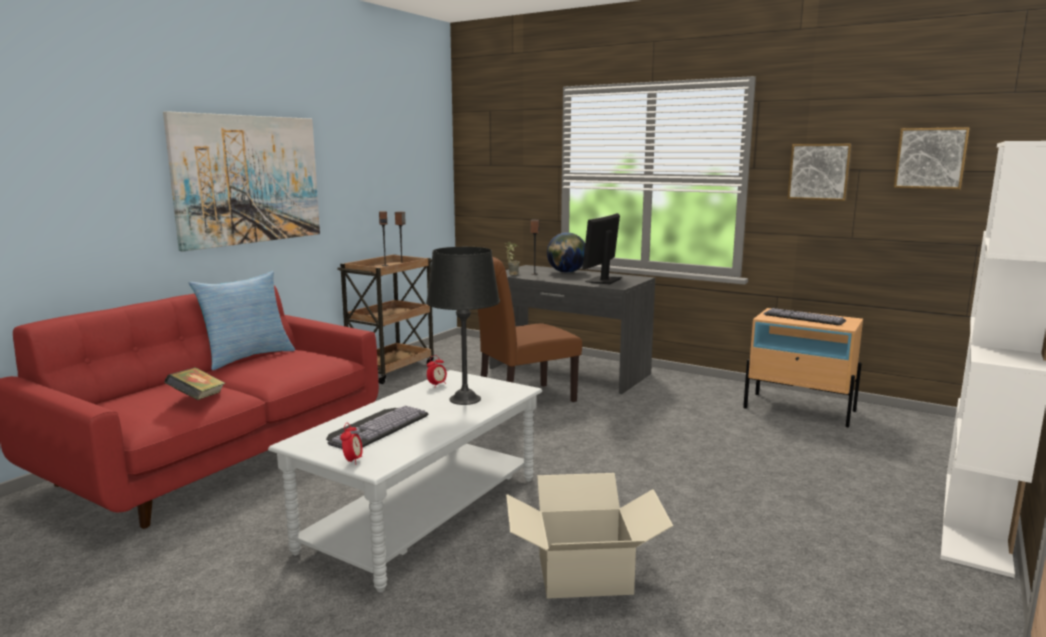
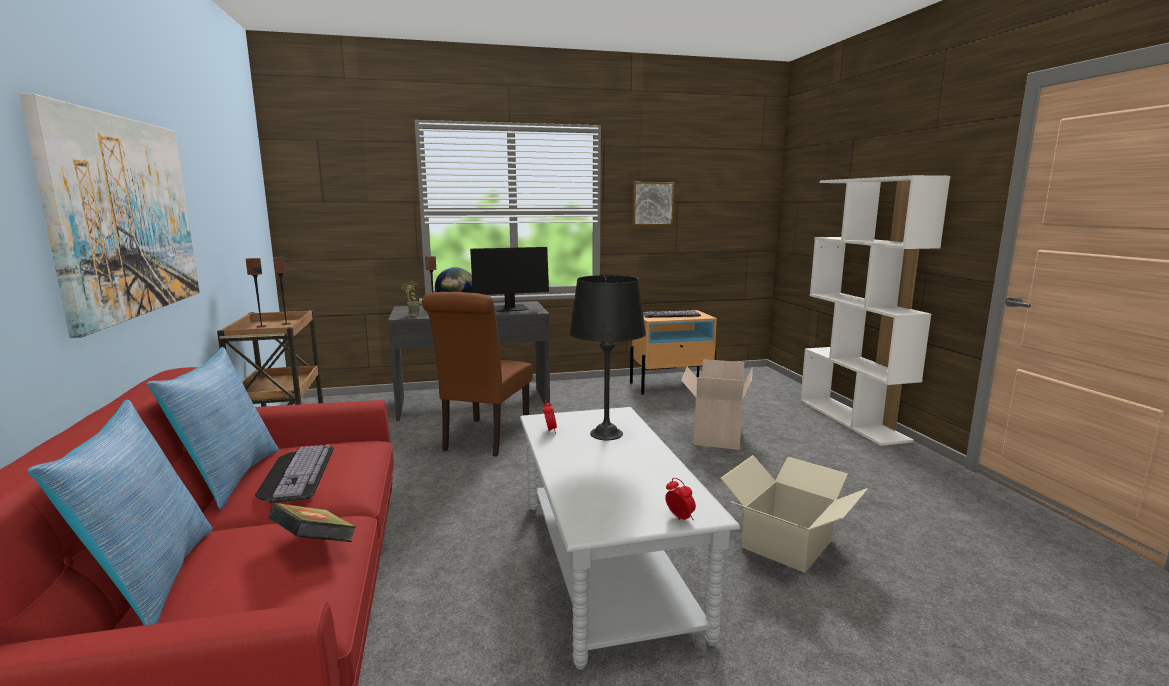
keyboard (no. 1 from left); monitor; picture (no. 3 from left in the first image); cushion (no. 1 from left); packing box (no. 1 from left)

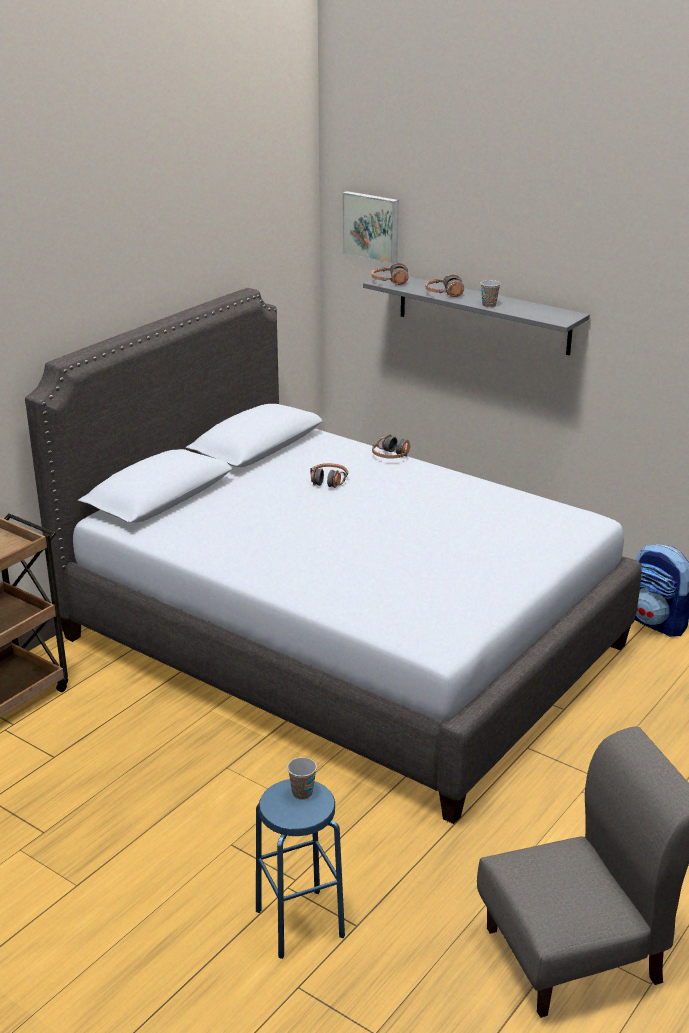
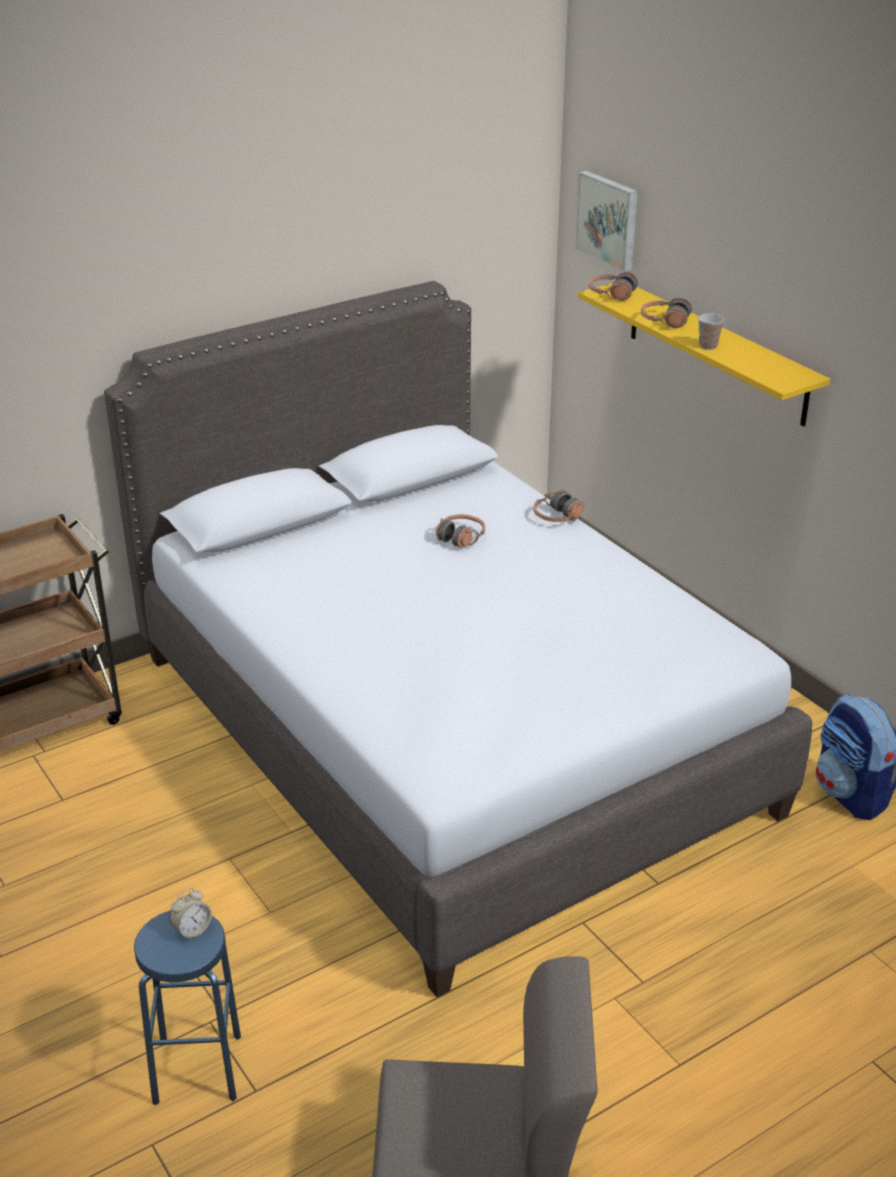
alarm clock; yellowish wall shelf

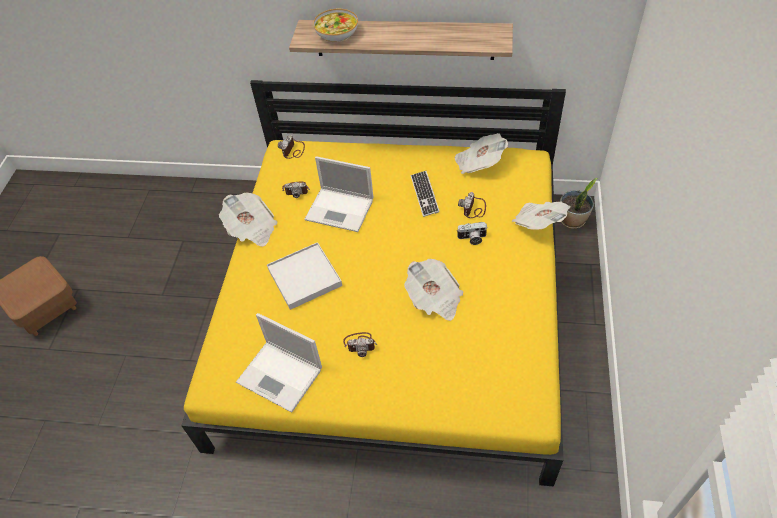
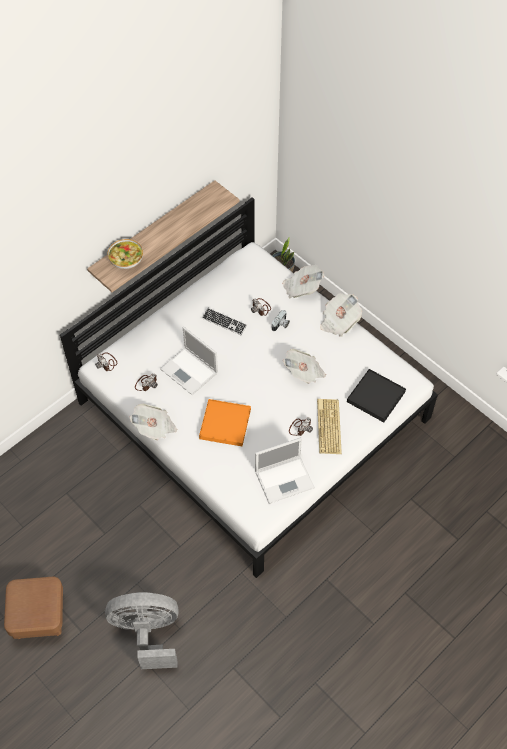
whitish bed; orangey carrying tray; notebook computer (no. 1 from left); newspaper (no. 4 from left); greyish electric fan; keyboard (no. 2 from left); blackish carrying tray

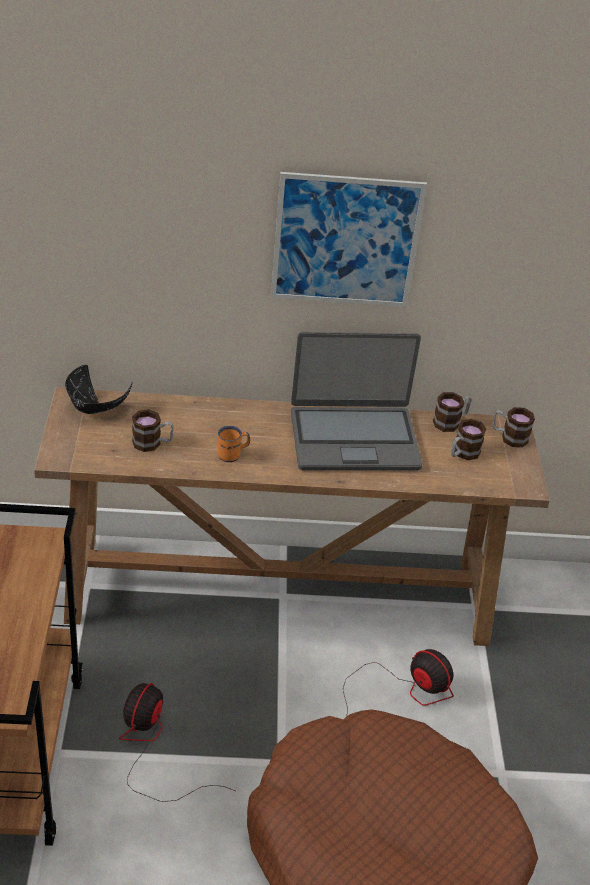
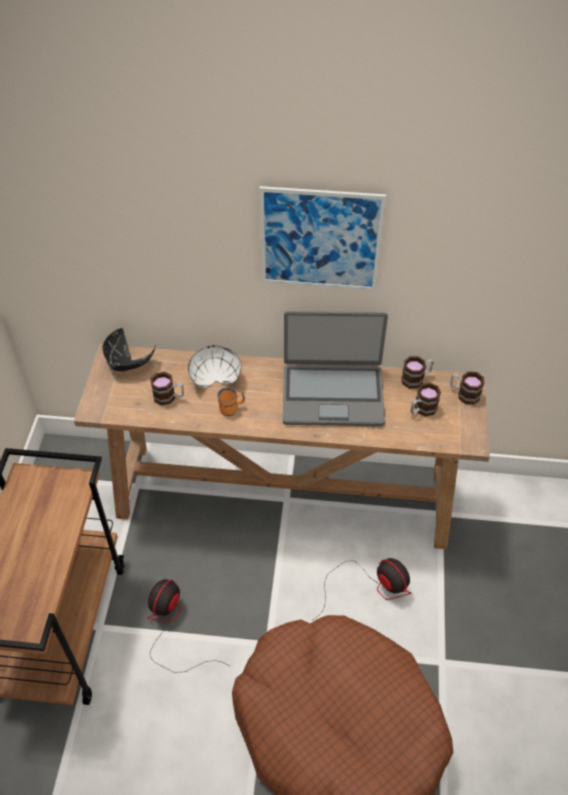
whitish serving bowl

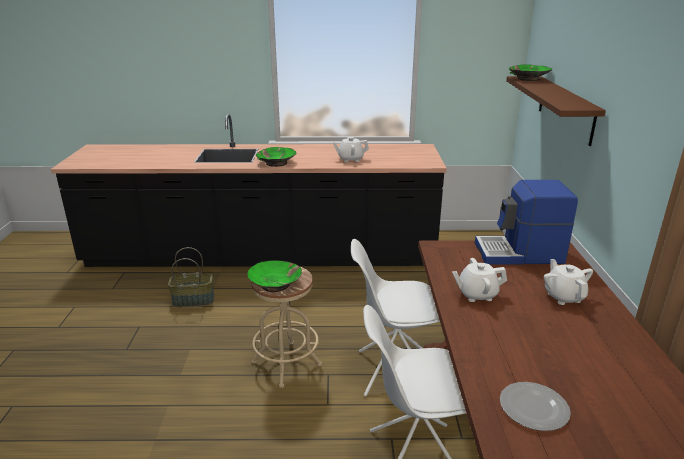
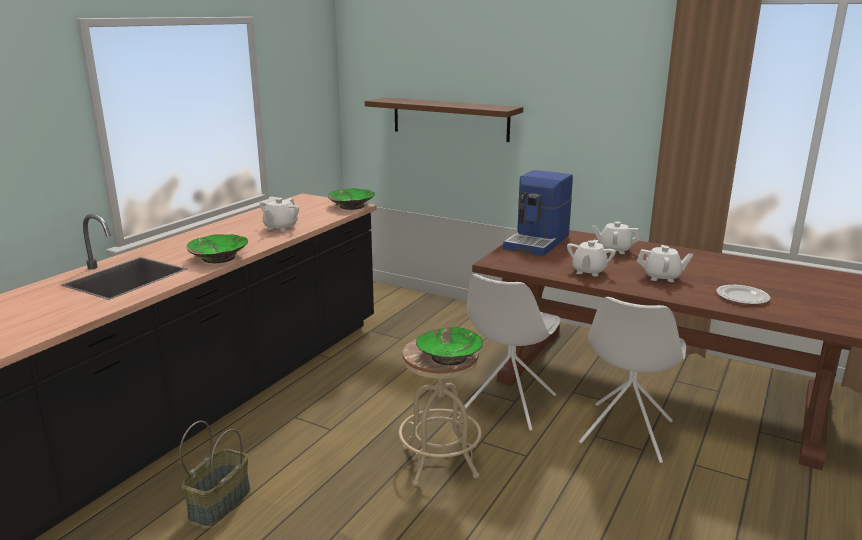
green-coloured serving bowl (no. 2 from left); whitish tea pot (no. 4 from left)

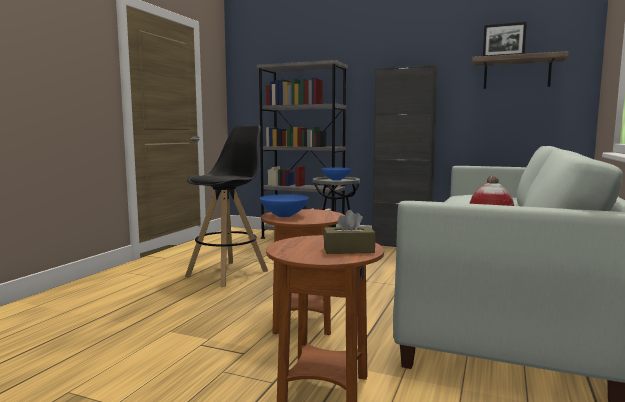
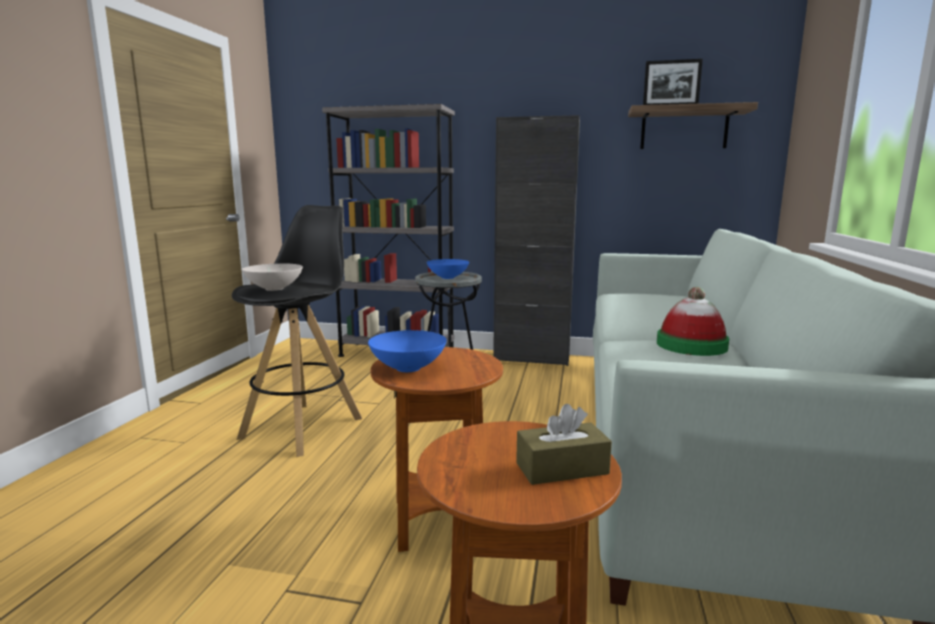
whitish serving bowl

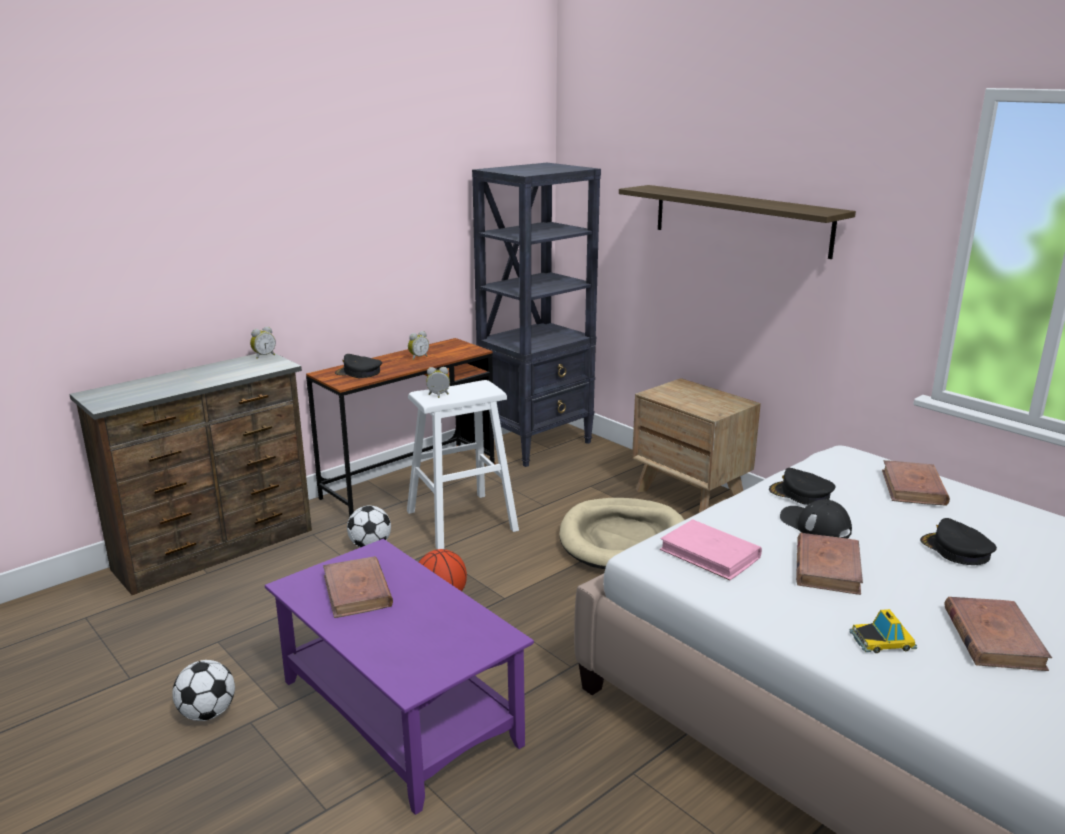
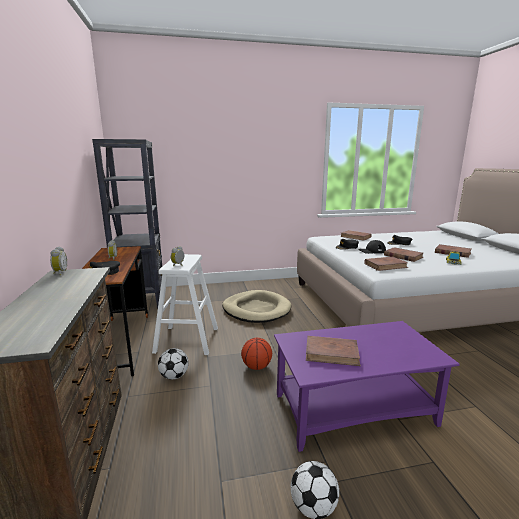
wall shelf; brown-coloured night table; brown-coloured volume (no. 3 from left)

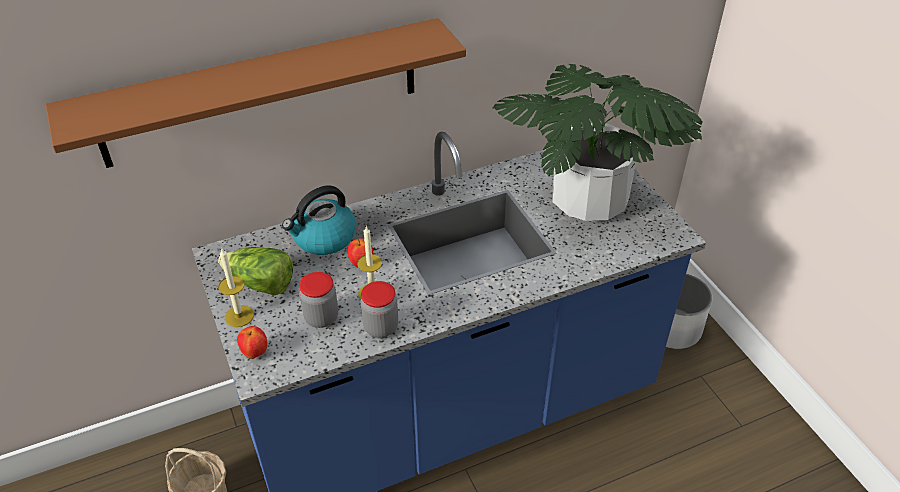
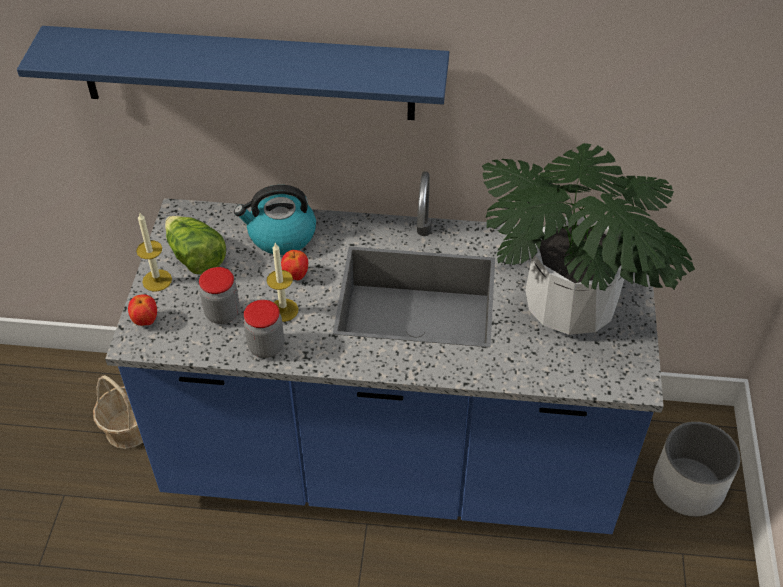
blue-coloured wall shelf

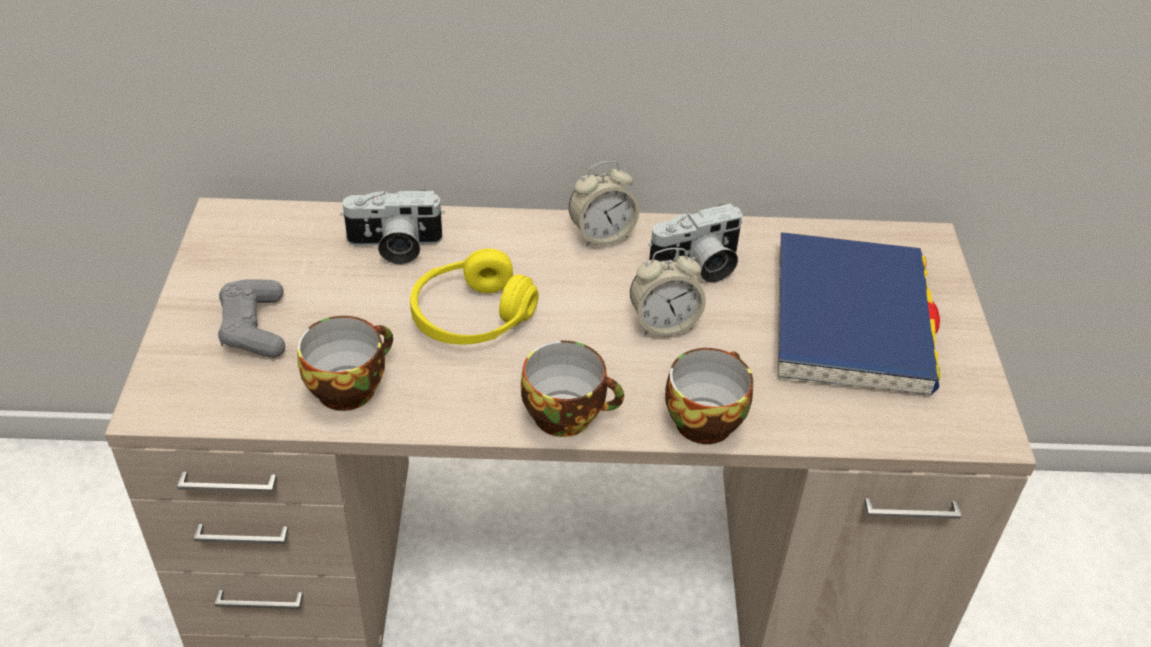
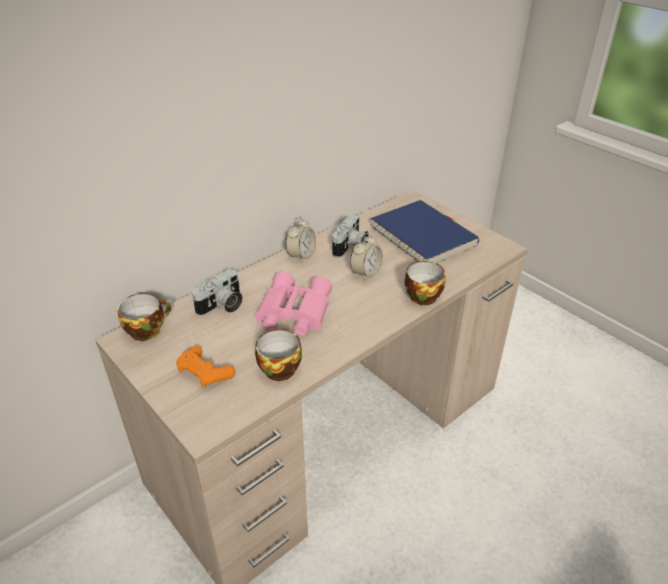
orangey joypad; pink-coloured field glasses; small cup (no. 1 from left)

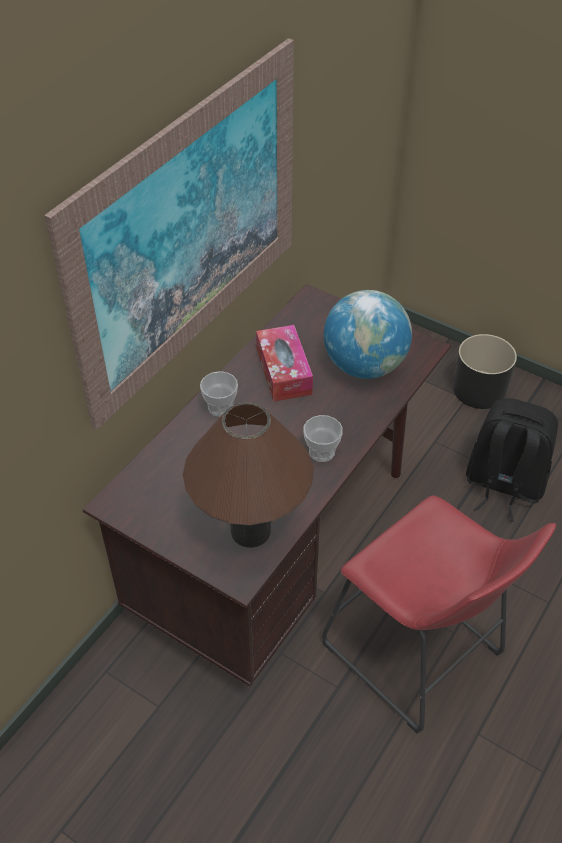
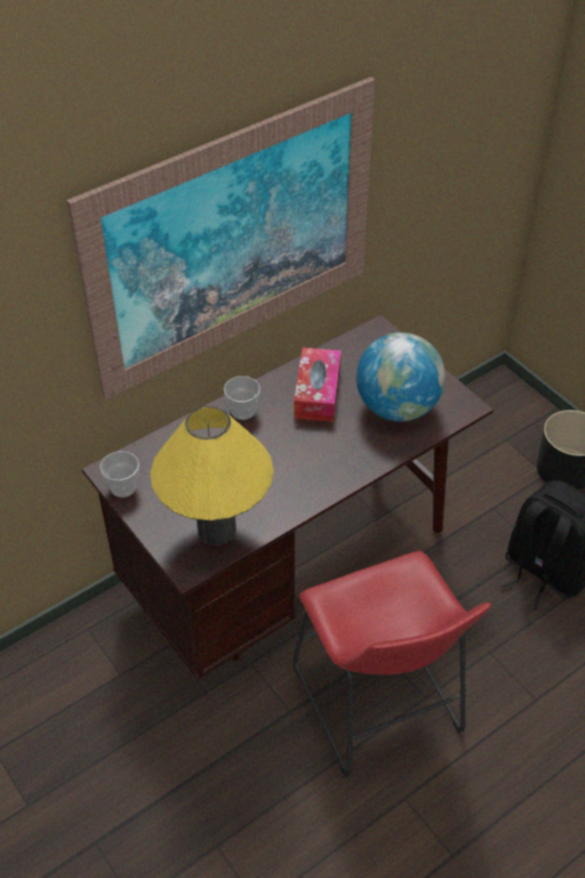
yellowish lamp for a table; small cup (no. 1 from left)

